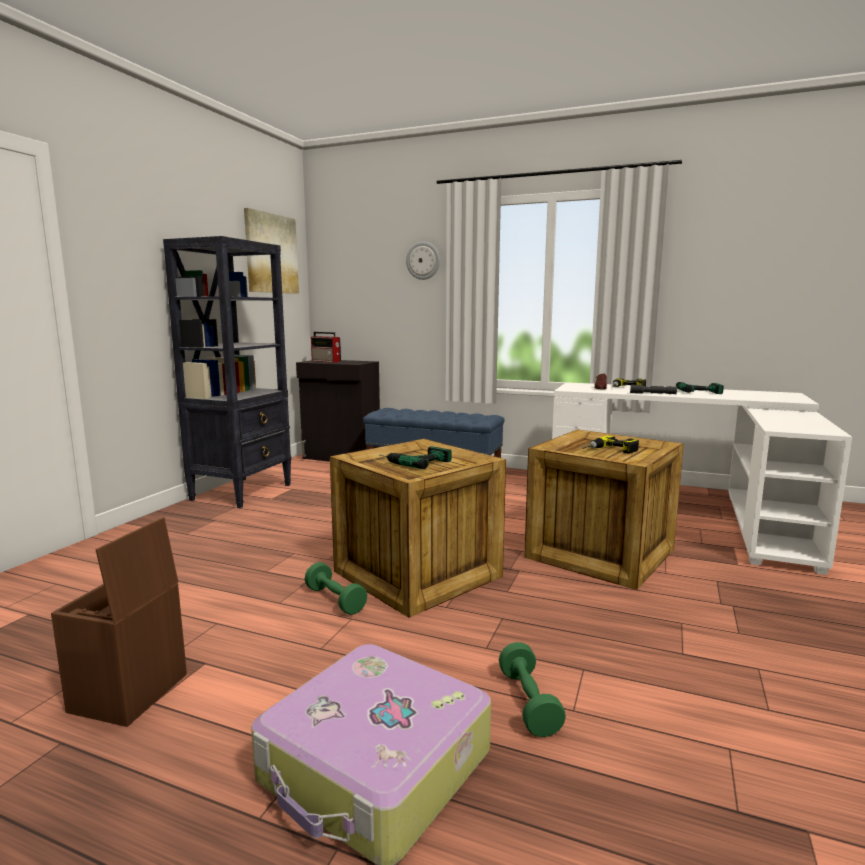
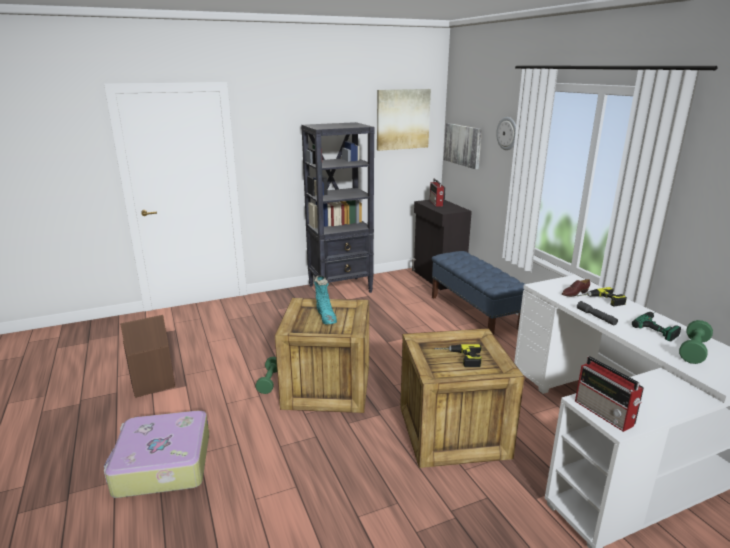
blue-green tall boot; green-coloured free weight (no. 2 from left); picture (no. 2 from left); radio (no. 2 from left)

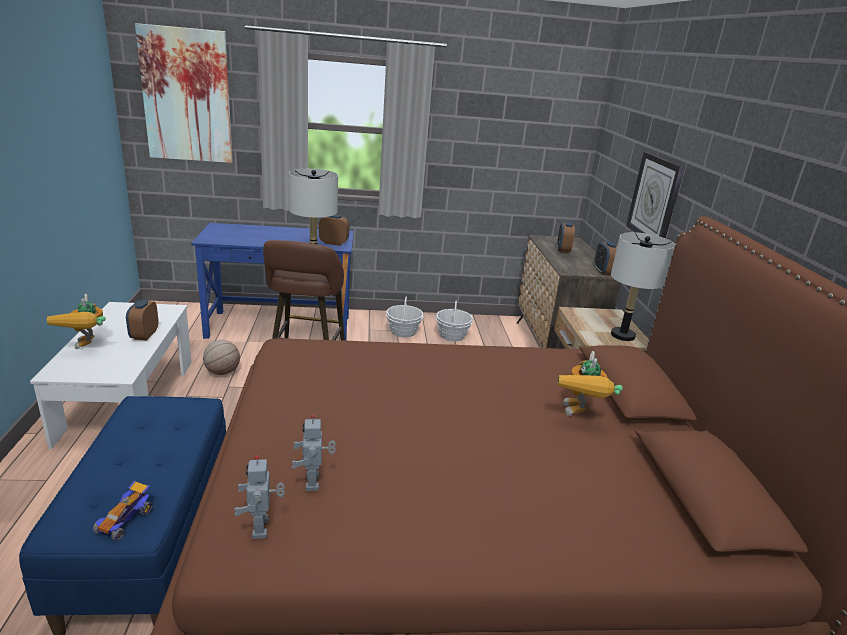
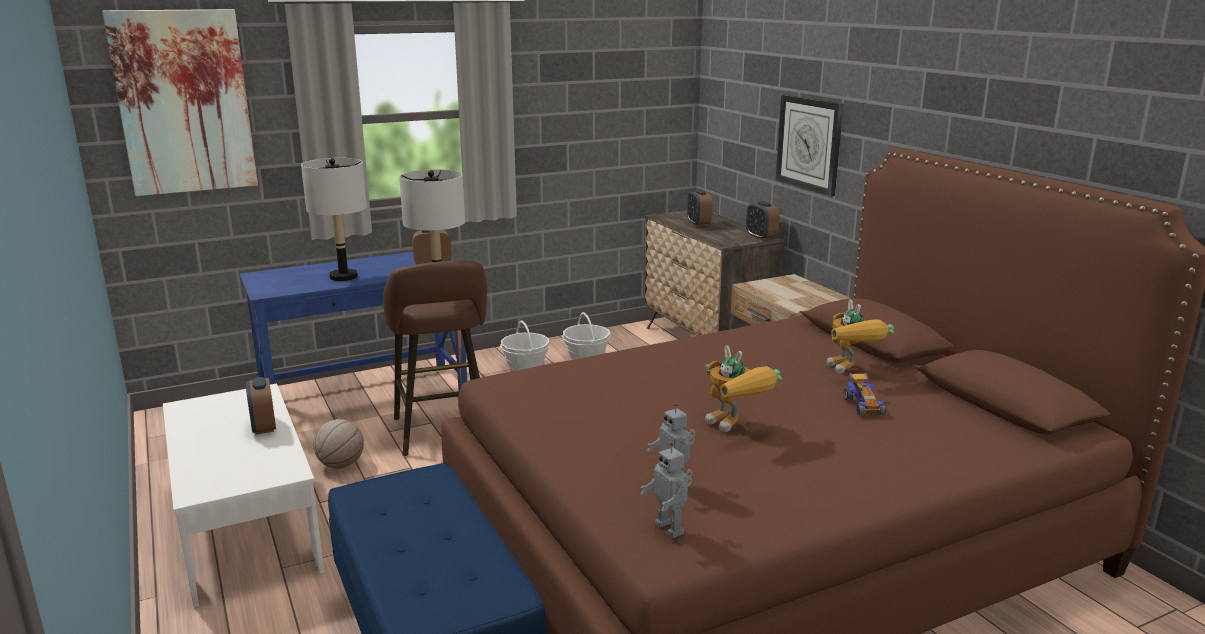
model robot (no. 3 from left); miniature car; greyish lamp for a table (no. 1 from left)

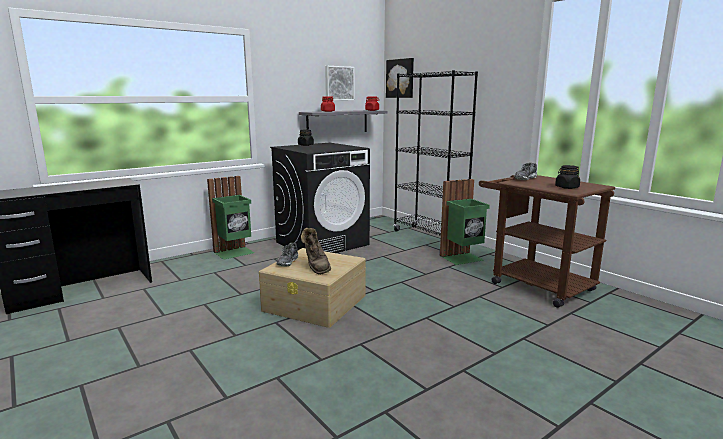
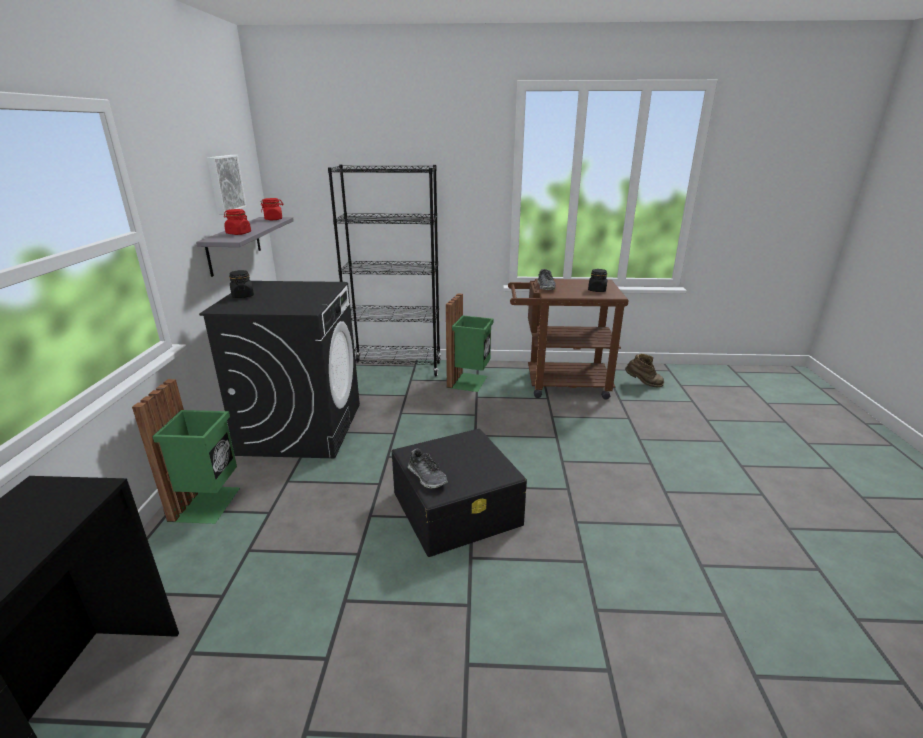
blackish storage box; brown-coloured tall boot; picture (no. 2 from left in the first image)

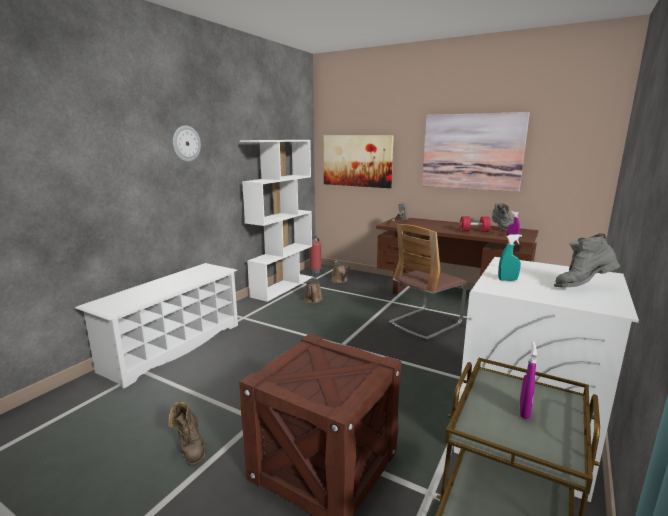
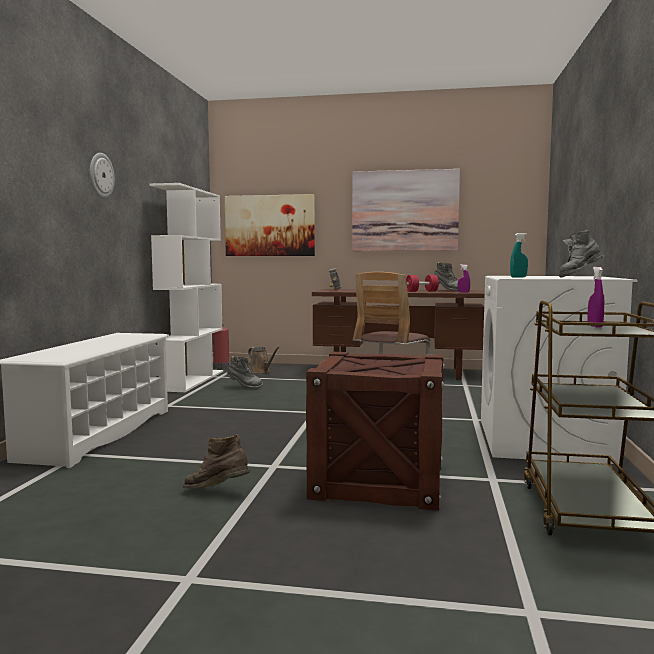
brown-coloured tall boot; greyish tall boot (no. 1 from left)

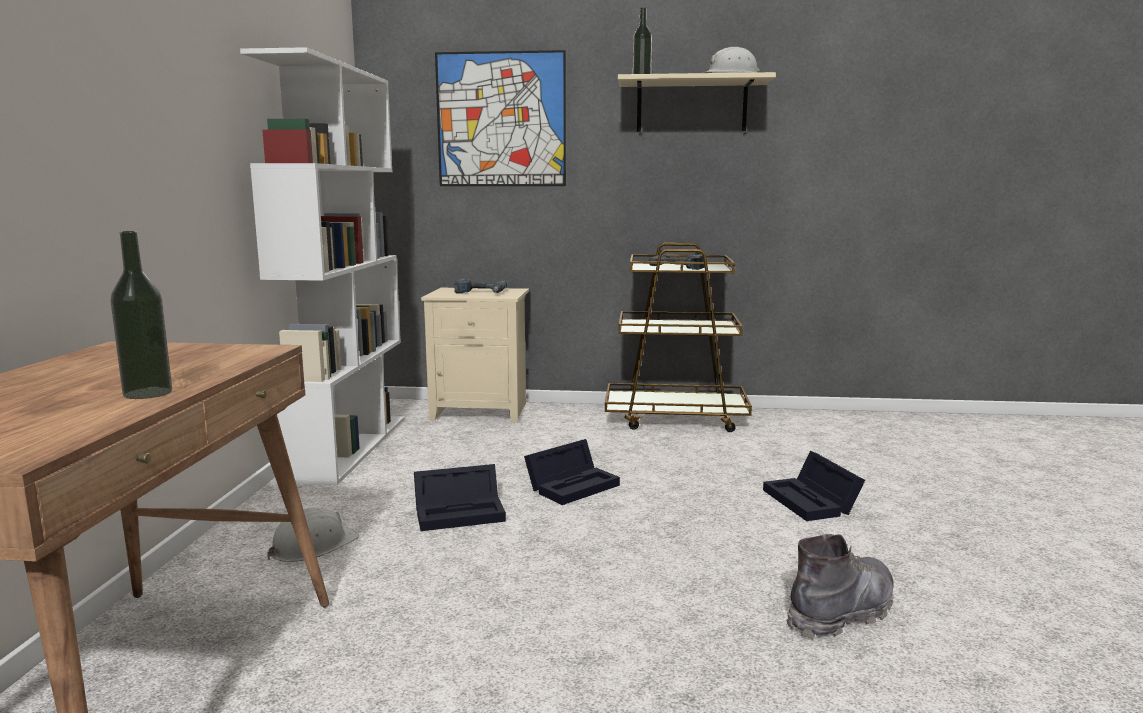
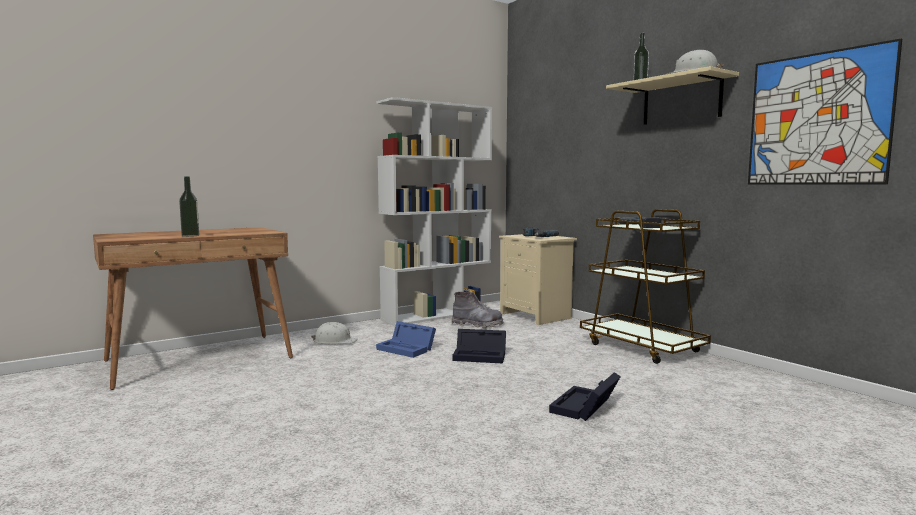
blue-coloured storage box; picture; greyish tall boot

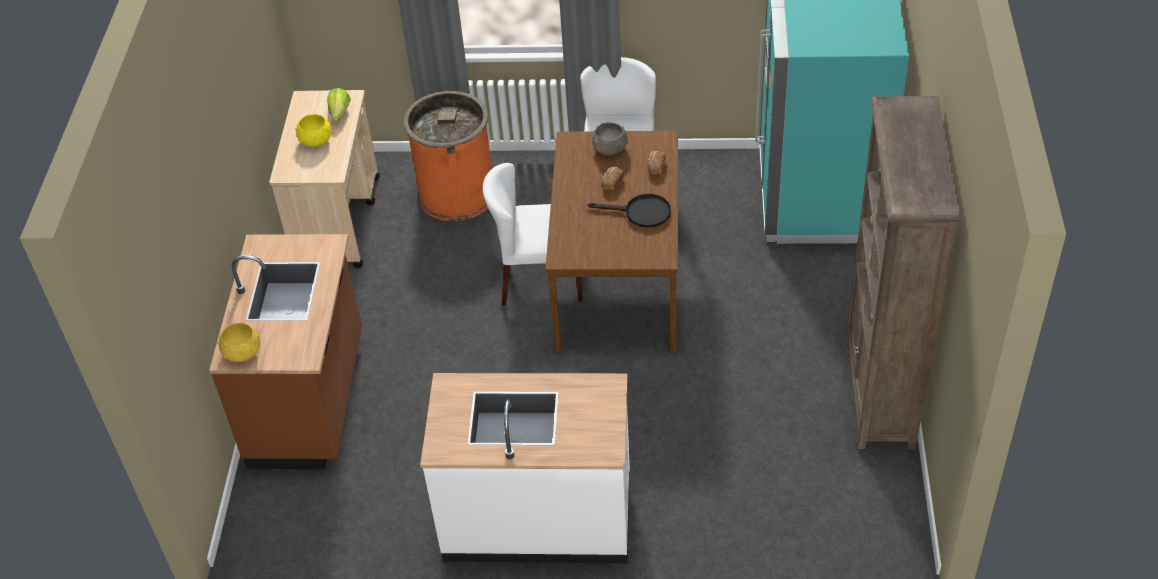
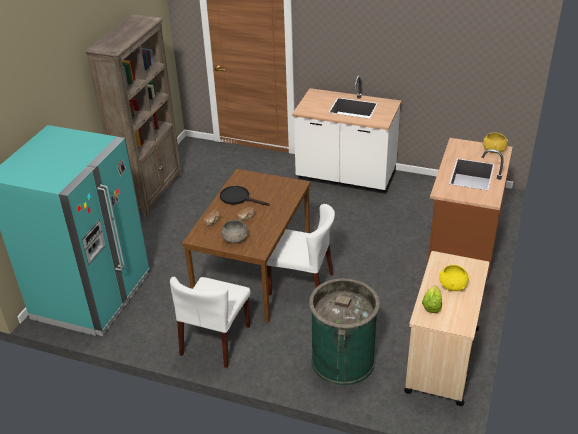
green-coloured waste bin

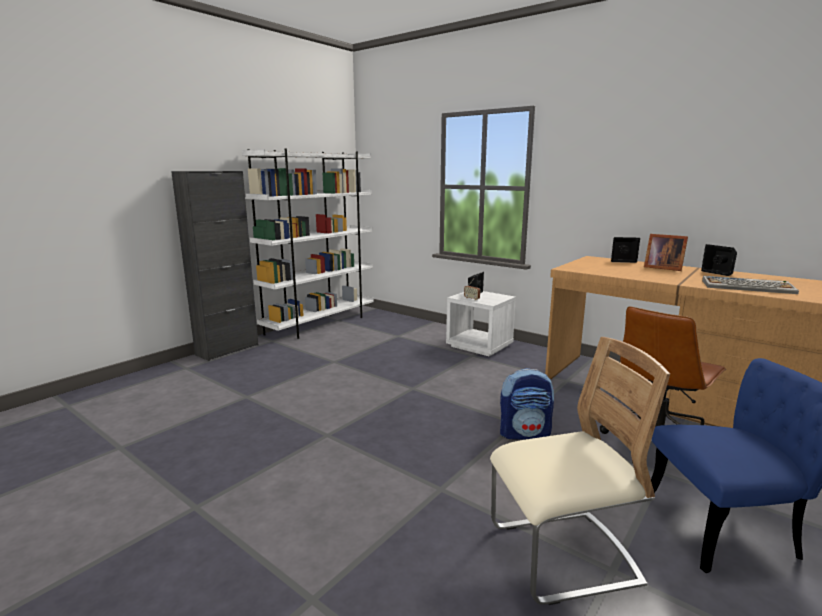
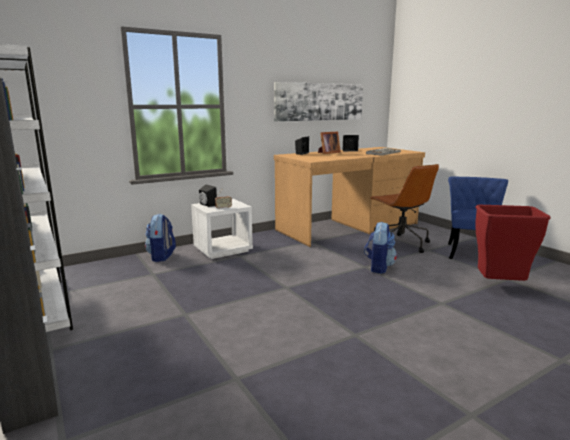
red waste bin; rucksack (no. 1 from left); picture

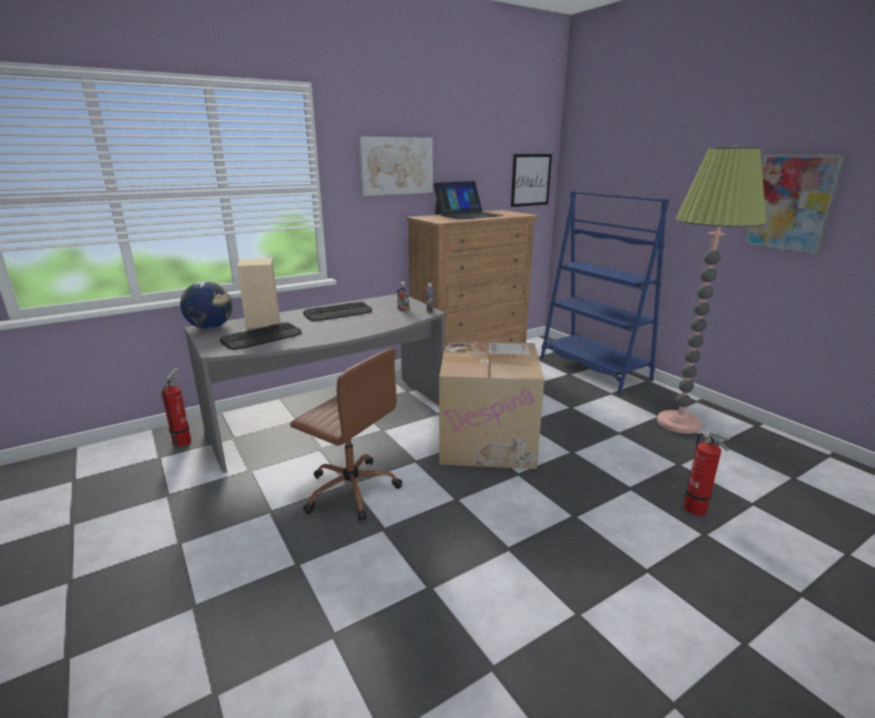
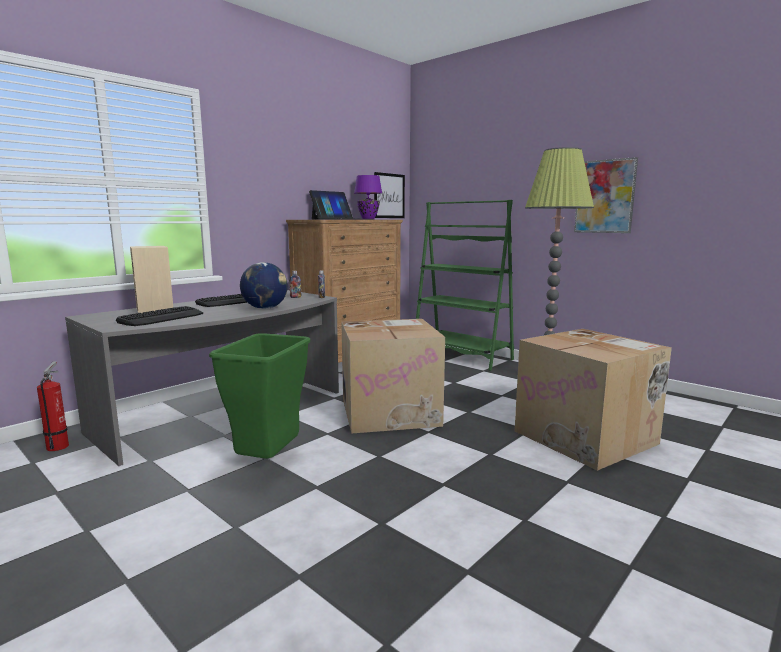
desk globe; green-coloured waste bin; picture (no. 1 from left in the first image); green-coloured shelving unit; packing box (no. 2 from left); purple lamp for a table

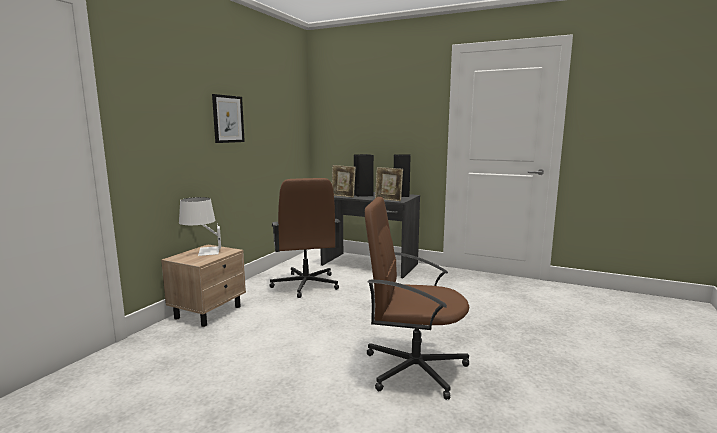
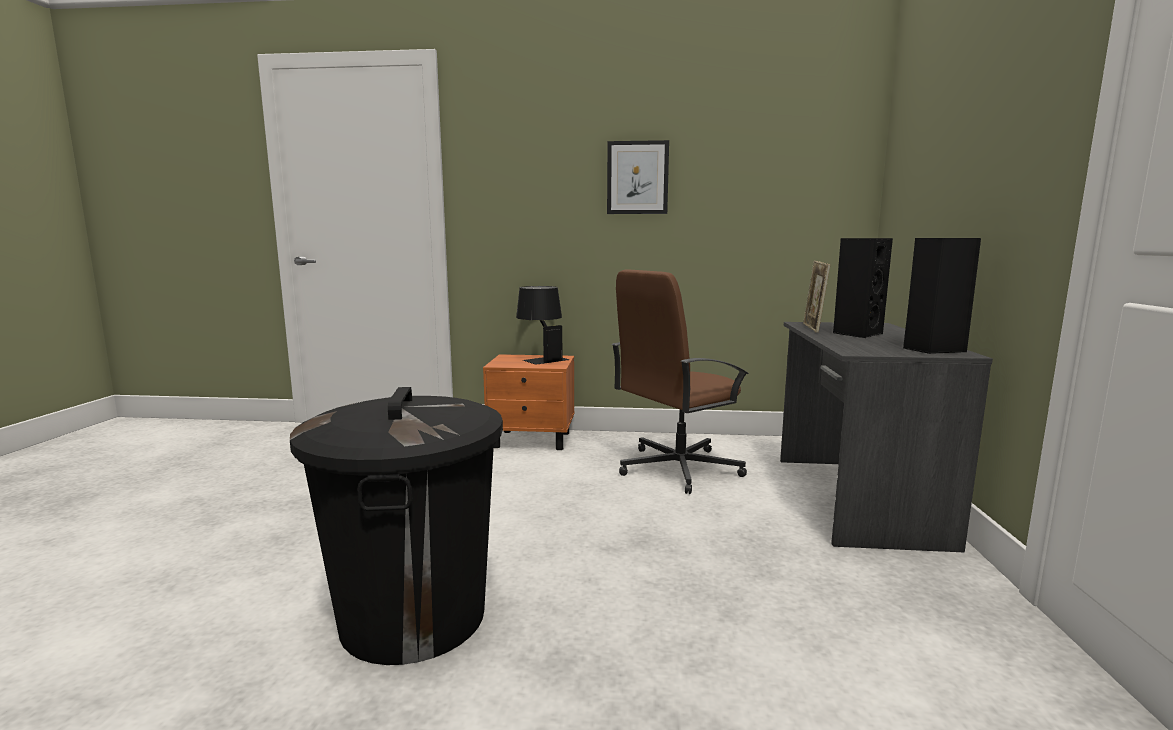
orangey night table; blackish lamp for a table; blackish waste bin; photo frame (no. 2 from left in the first image)

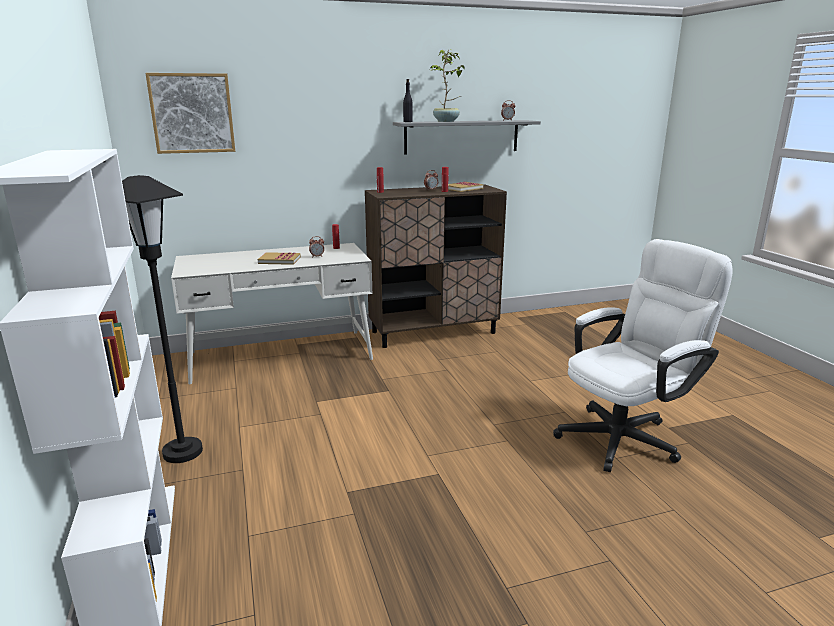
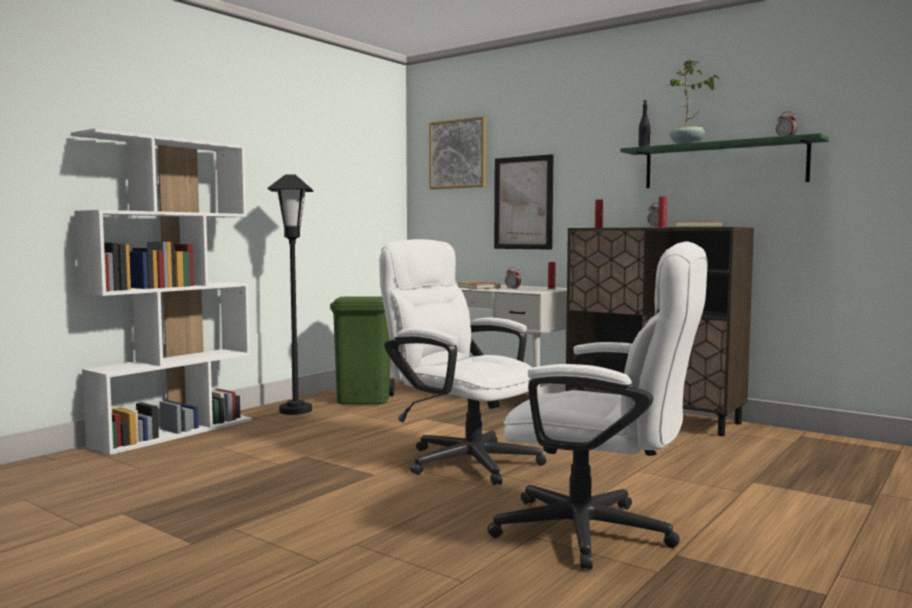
green-coloured wall shelf; green-coloured waste bin; whitish computer chair (no. 1 from left); picture (no. 2 from left)

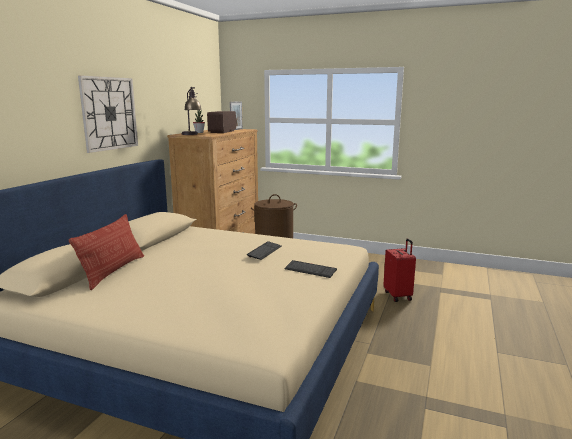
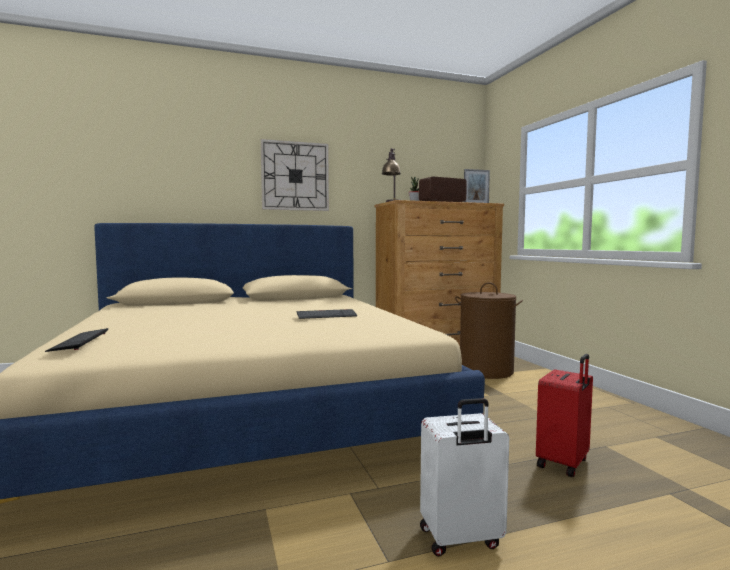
cushion; keyboard (no. 1 from left); whitish travel case

